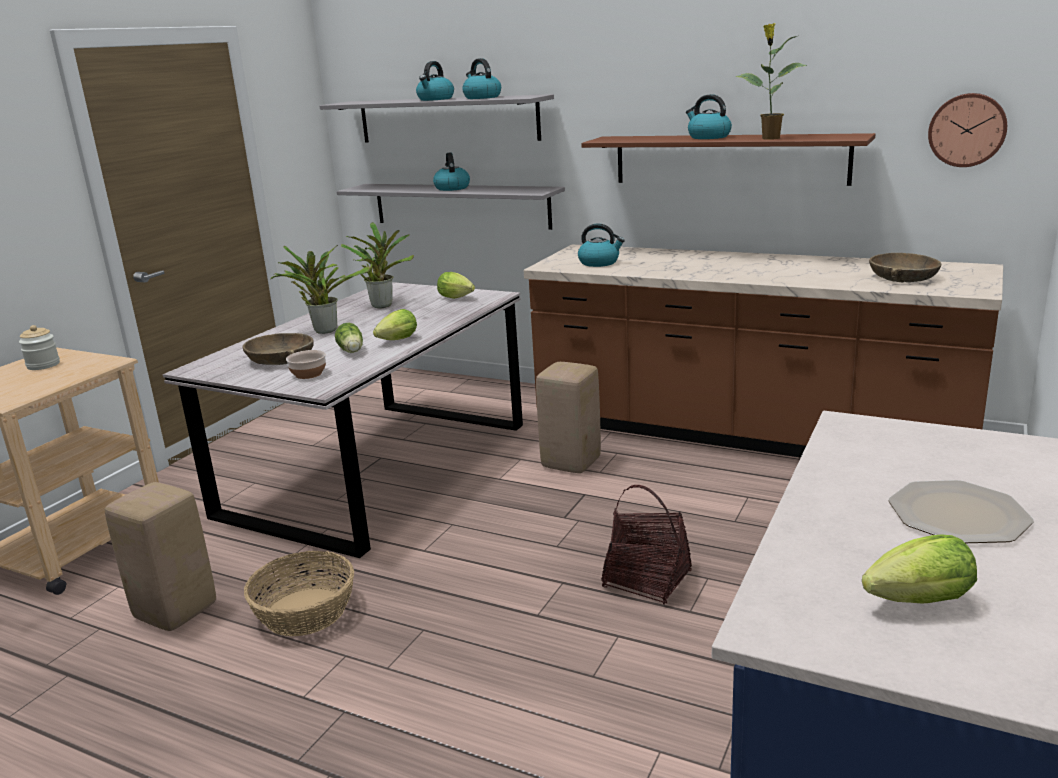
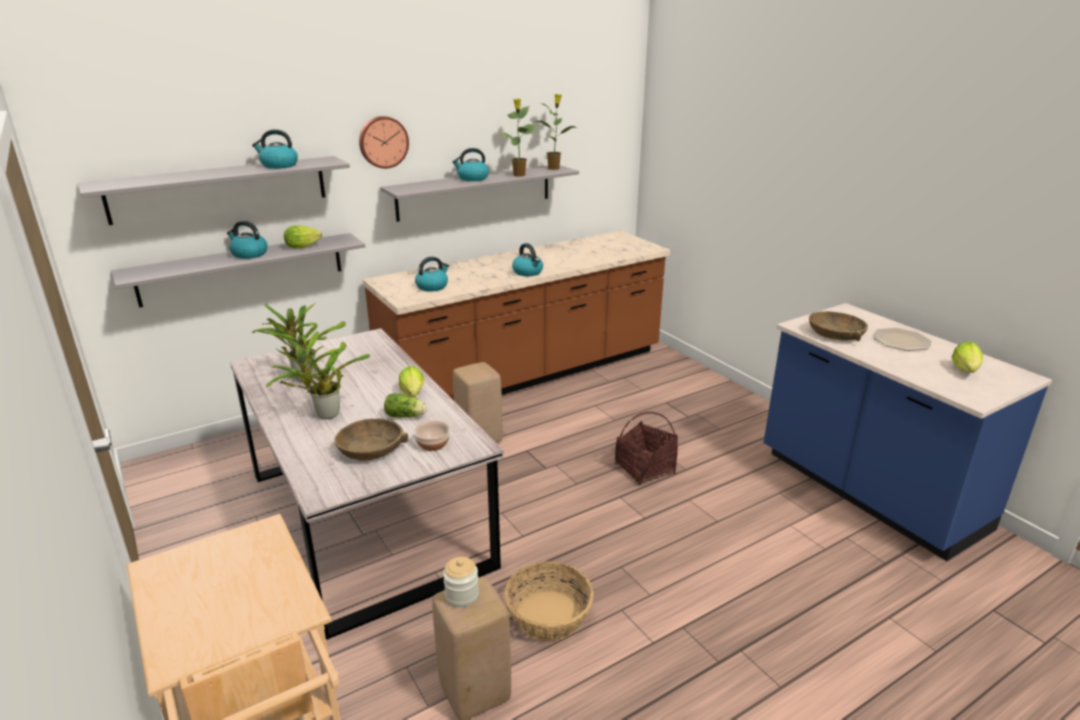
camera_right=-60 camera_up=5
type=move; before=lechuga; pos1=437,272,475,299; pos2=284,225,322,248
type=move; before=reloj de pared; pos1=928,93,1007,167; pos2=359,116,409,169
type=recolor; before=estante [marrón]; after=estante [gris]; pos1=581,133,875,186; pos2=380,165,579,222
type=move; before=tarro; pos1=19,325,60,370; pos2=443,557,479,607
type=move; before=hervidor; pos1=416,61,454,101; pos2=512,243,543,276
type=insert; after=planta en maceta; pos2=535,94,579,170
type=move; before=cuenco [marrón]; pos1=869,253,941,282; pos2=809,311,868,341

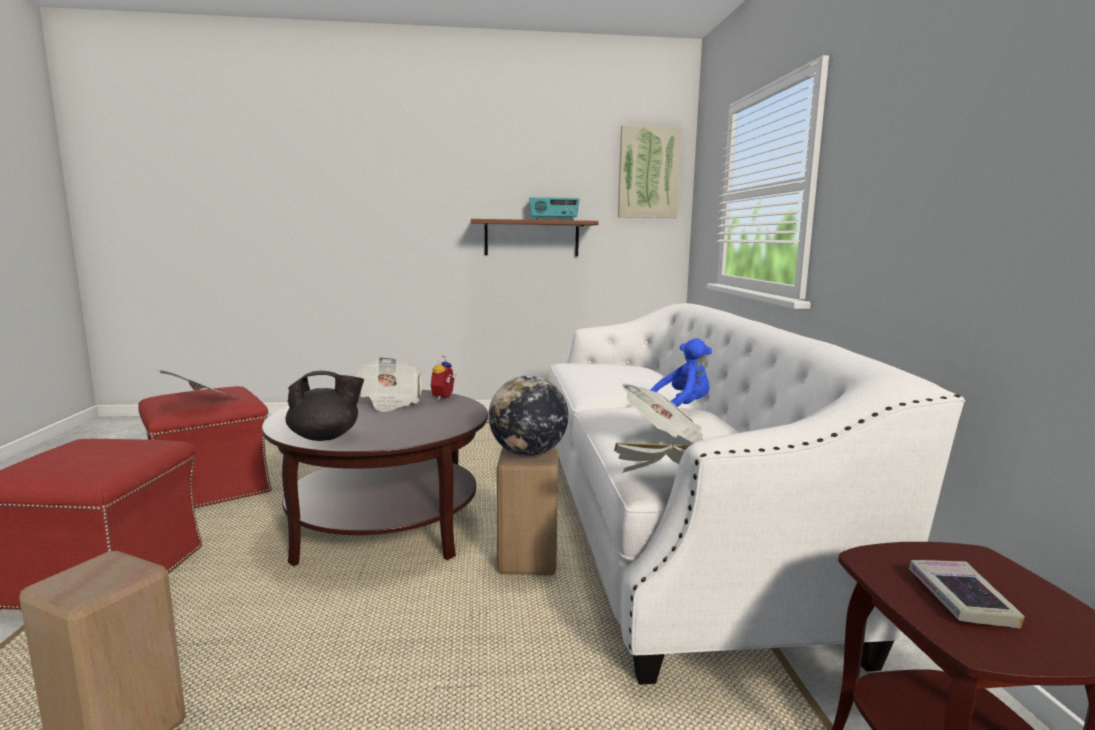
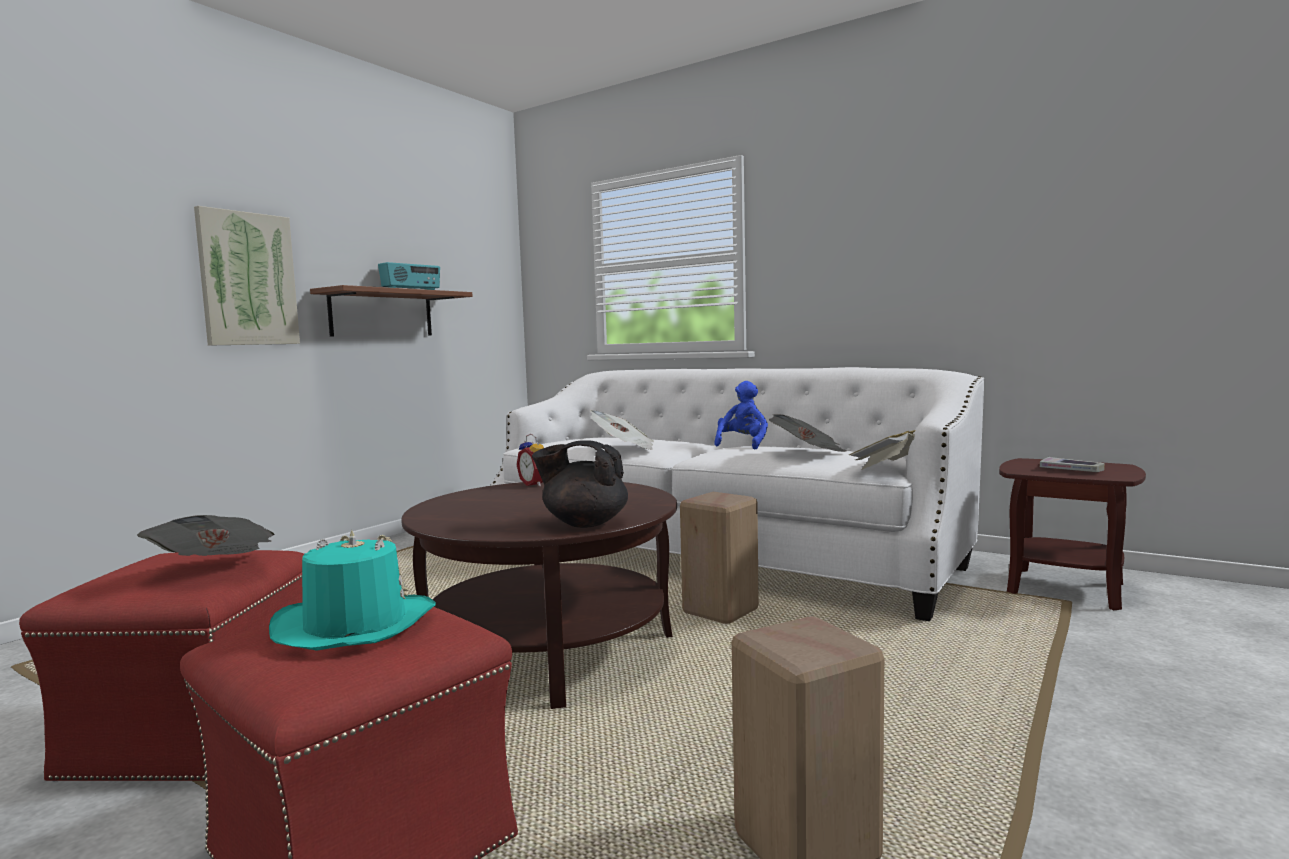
camera_right=-50 camera_up=-5
type=move; before=cuadro; pos1=618,125,682,218; pos2=194,206,300,346
type=insert; after=sombrero [turquesa]; pos2=269,530,436,651
type=rotate; before=tetera [negro]; pos1=286,371,364,441; pos2=532,440,628,528; turn=-105
type=move; before=periódico; pos1=356,356,422,412; pos2=590,410,654,450
type=delete; before=globo terráqueo; pos1=489,376,568,456

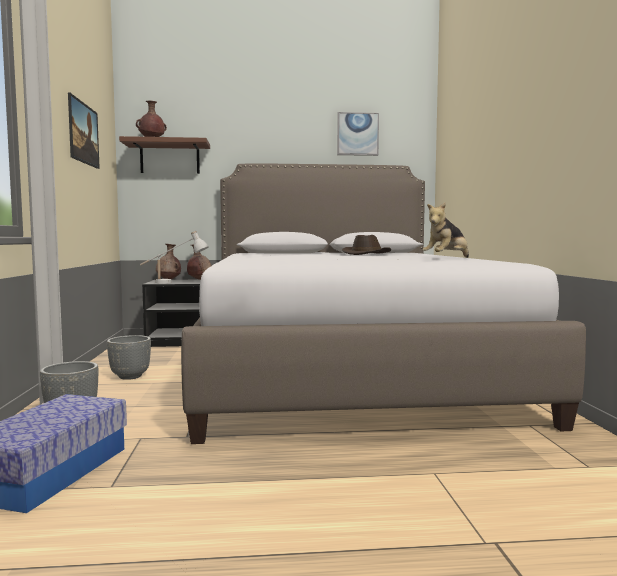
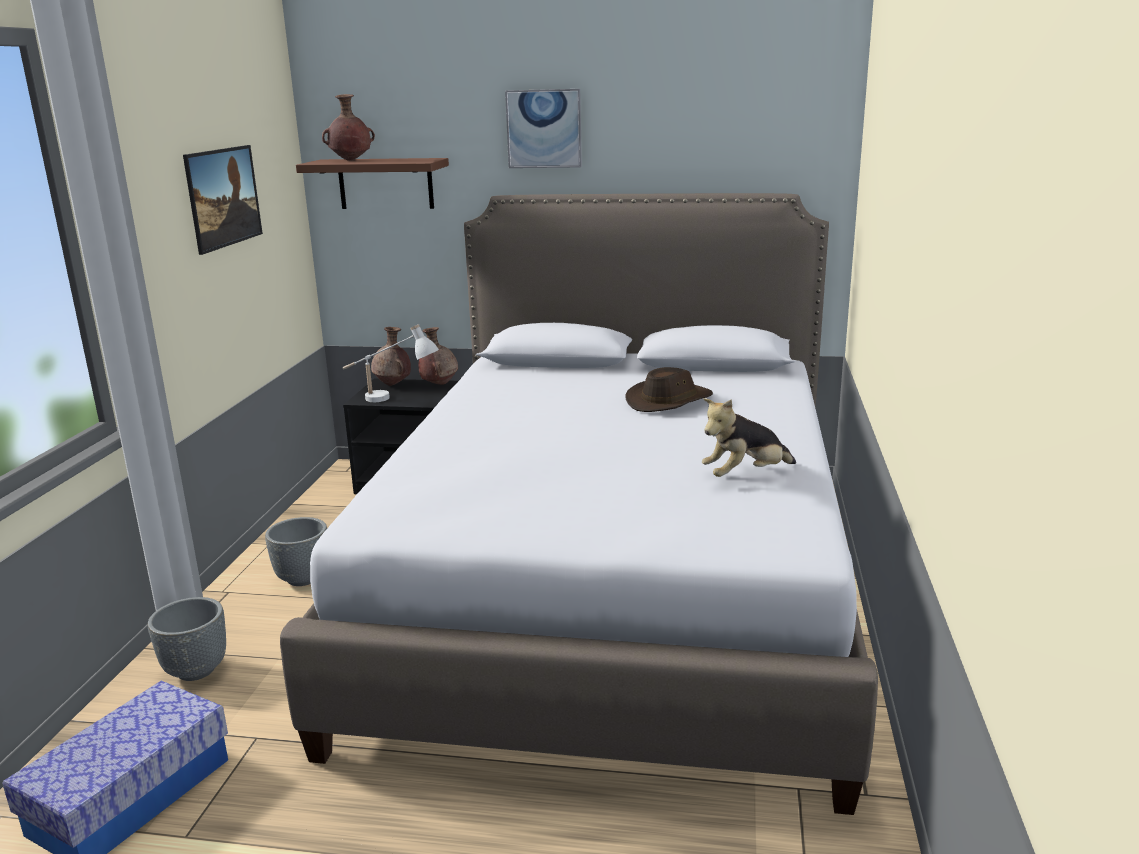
camera_right=15 camera_up=15
type=move; before=cuadro; pos1=337,112,379,156; pos2=505,89,582,168

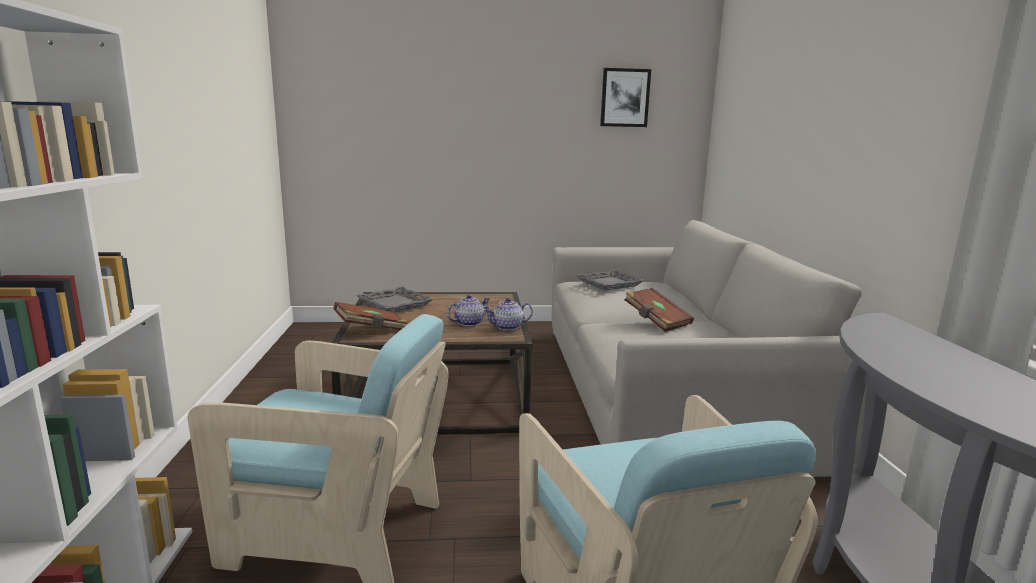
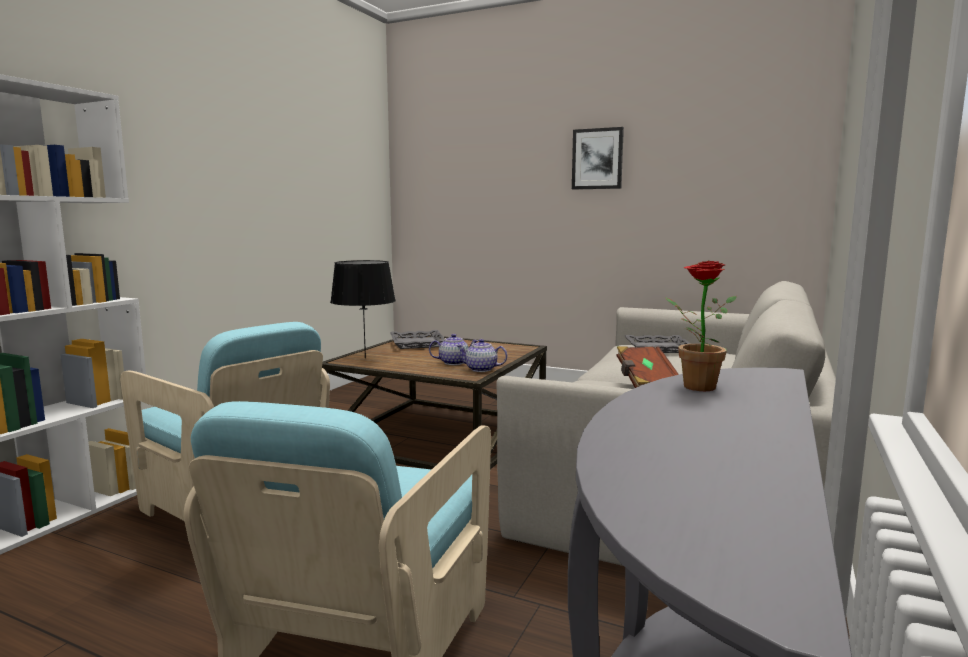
camera_right=30 camera_up=-5
type=replace; before=libro [marrón]; after=lámpara de mesa [negro]; pos1=333,302,408,330; pos2=330,260,396,358
type=move; before=cuadro; pos1=600,68,651,127; pos2=572,127,624,189
type=insert; after=planta en maceta; pos2=666,261,737,391

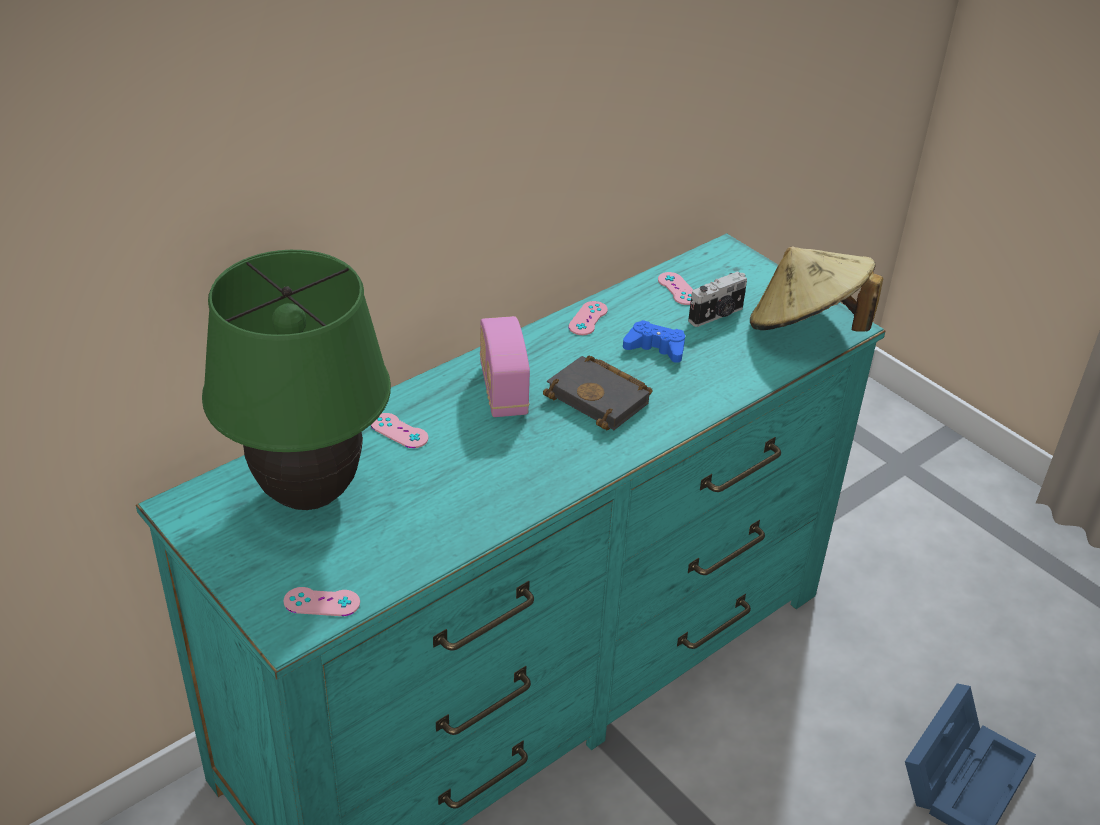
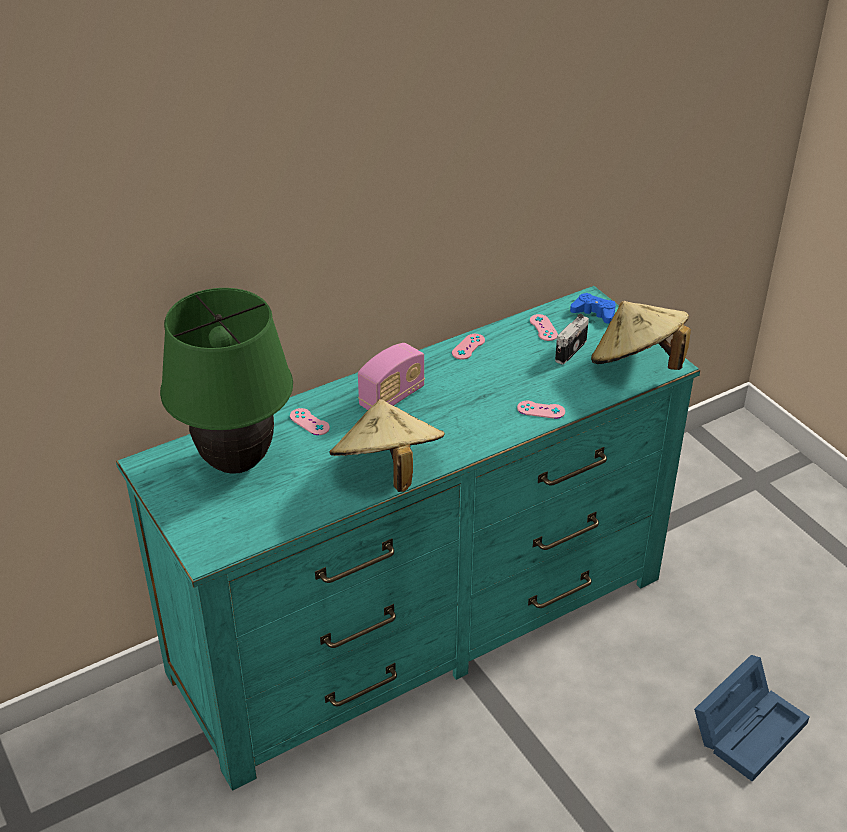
camera_right=10 camera_up=0
type=insert; after=sombrero [beis]; pos2=330,399,445,492
type=rotate; before=radio; pos1=480,316,530,417; pos2=358,343,425,410; turn=-135
type=move; before=mando de consola [rosa]; pos1=283,587,360,616; pos2=517,401,565,419
type=rotate; before=cámara; pos1=688,271,747,327; pos2=555,314,589,365; turn=150
type=move; before=mando de consola [azul]; pos1=623,320,685,363; pos2=570,293,616,324
type=delete; before=libro [negro]; pos1=543,356,652,431

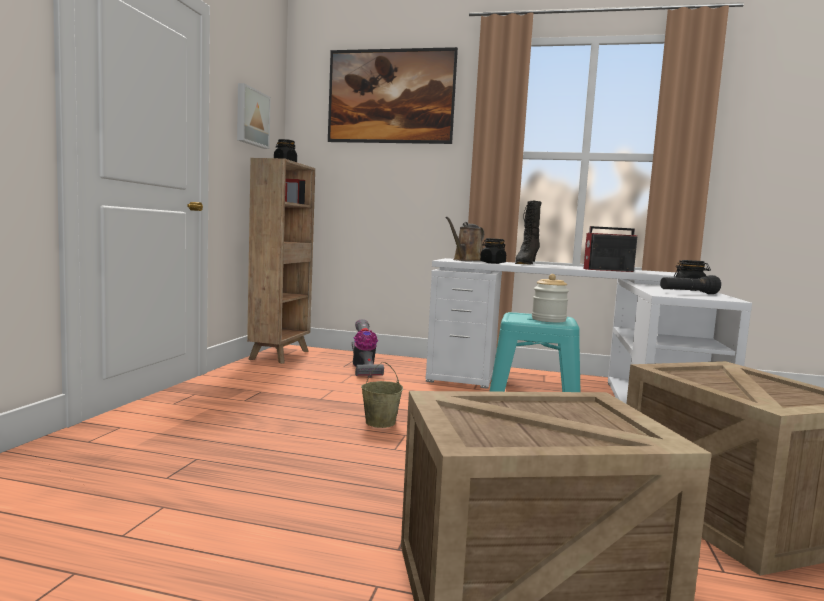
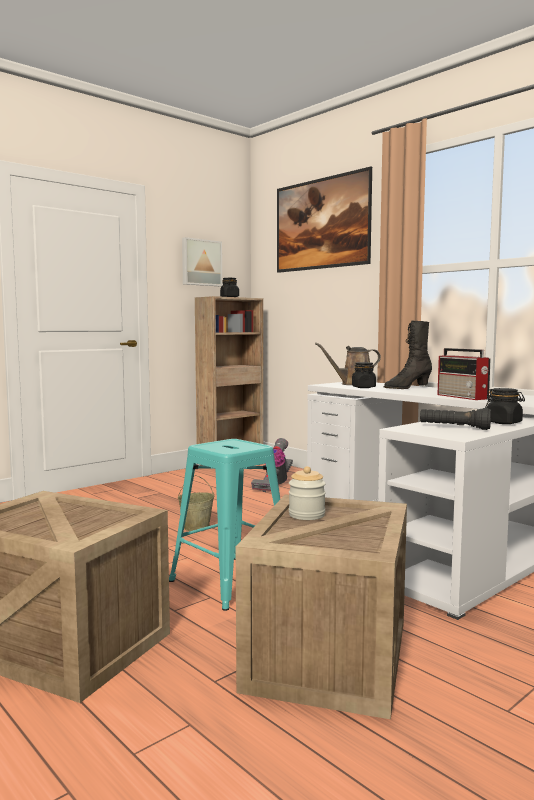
camera_right=35 camera_up=0
type=move; before=tarro; pos1=532,274,569,322; pos2=289,466,326,520
type=rotate; before=radio; pos1=584,226,637,272; pos2=437,348,491,400; turn=-150

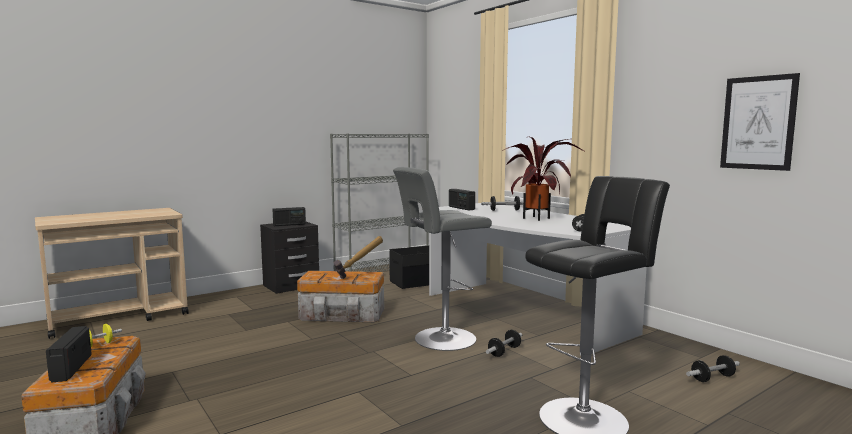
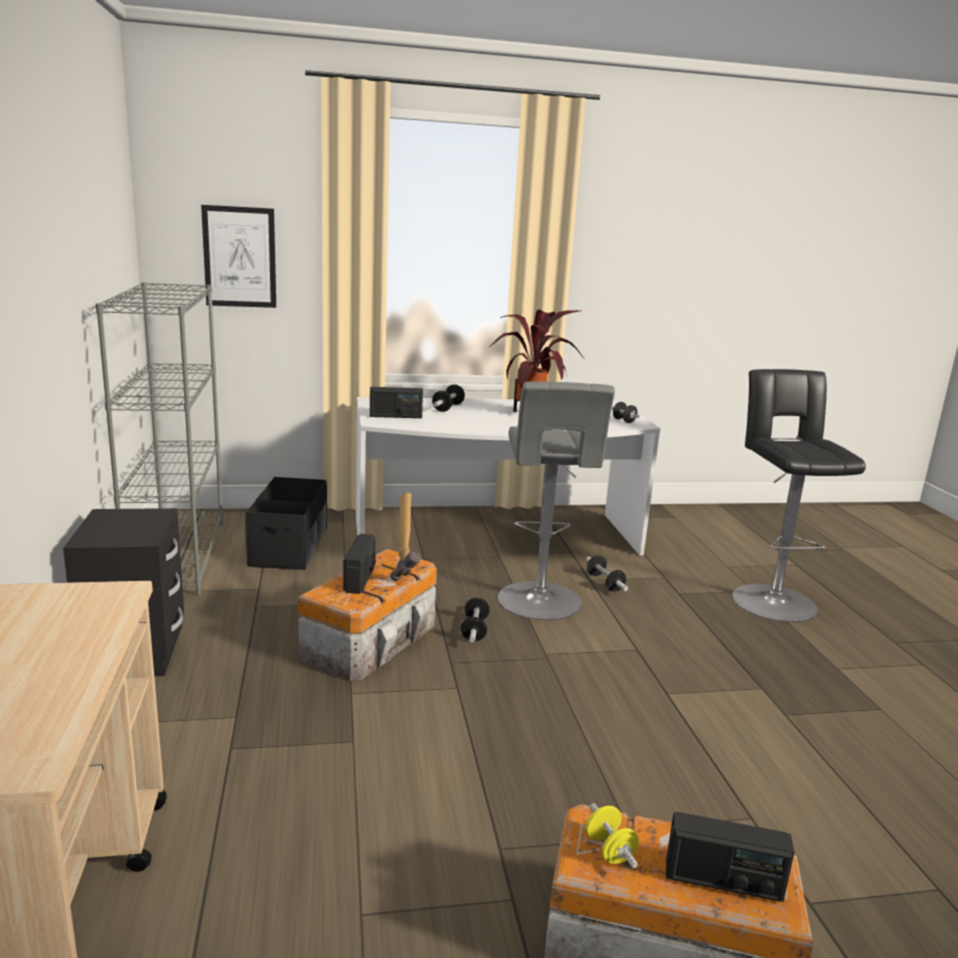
camera_right=-65 camera_up=10
type=move; before=cuadro; pos1=720,73,800,171; pos2=201,205,276,308
type=move; before=radio; pos1=273,207,306,226; pos2=343,534,376,594
type=move; before=mancuerna; pos1=686,355,740,382; pos2=461,597,490,643

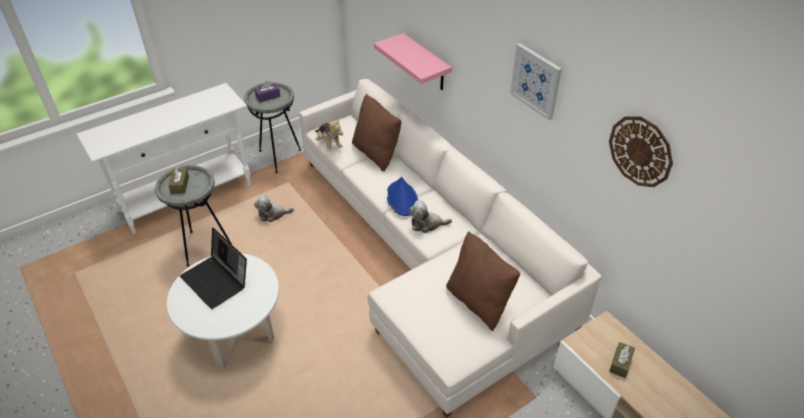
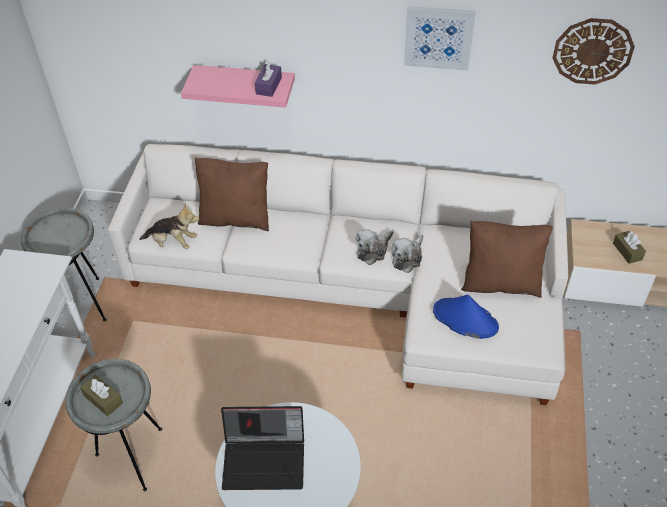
camera_right=-45 camera_up=5
type=move; before=caja de pañuelos [morado]; pos1=254,81,280,102; pos2=255,61,282,97
type=move; before=peluche; pos1=254,195,294,222; pos2=392,235,423,273
type=move; before=sombrero [azul]; pos1=387,177,418,216; pos2=433,295,499,339

